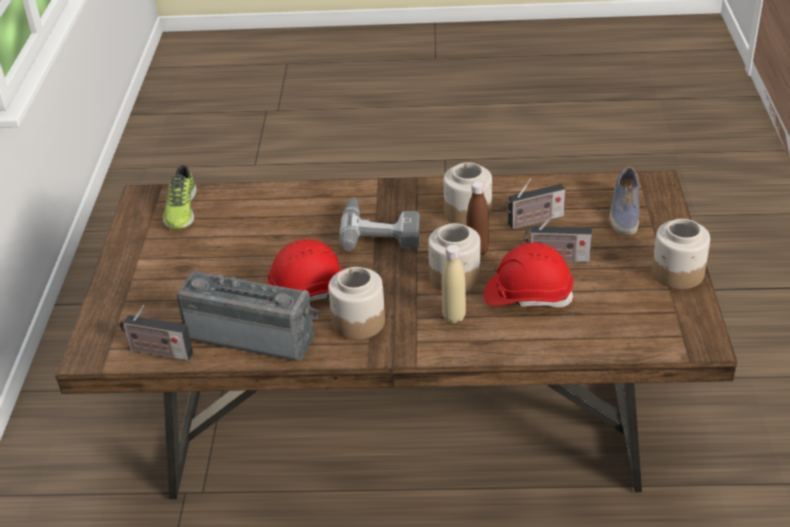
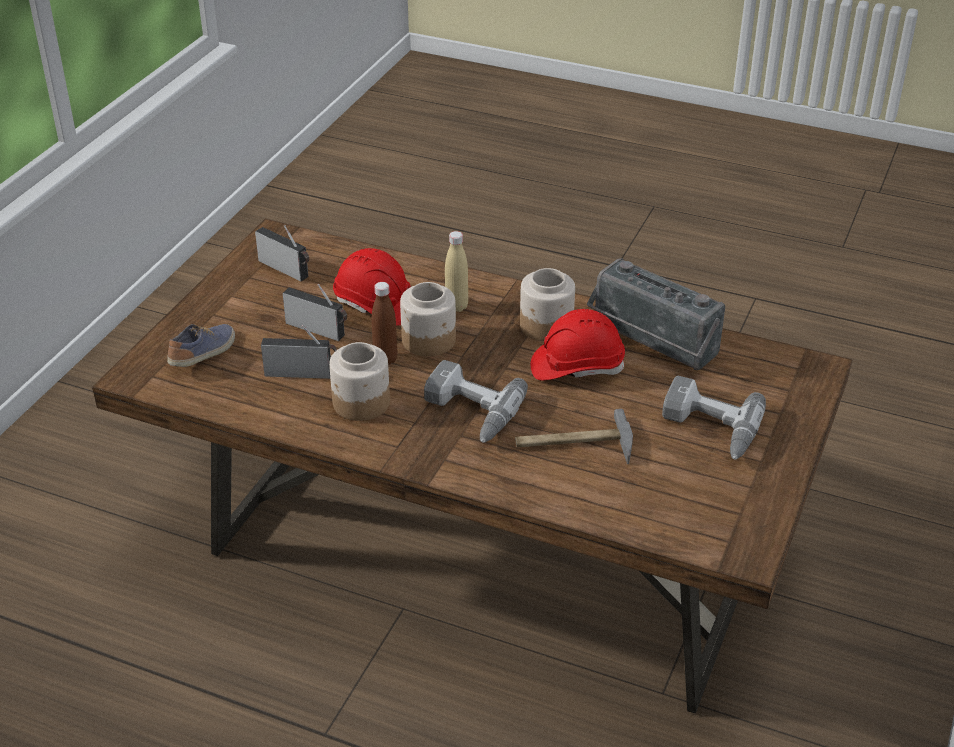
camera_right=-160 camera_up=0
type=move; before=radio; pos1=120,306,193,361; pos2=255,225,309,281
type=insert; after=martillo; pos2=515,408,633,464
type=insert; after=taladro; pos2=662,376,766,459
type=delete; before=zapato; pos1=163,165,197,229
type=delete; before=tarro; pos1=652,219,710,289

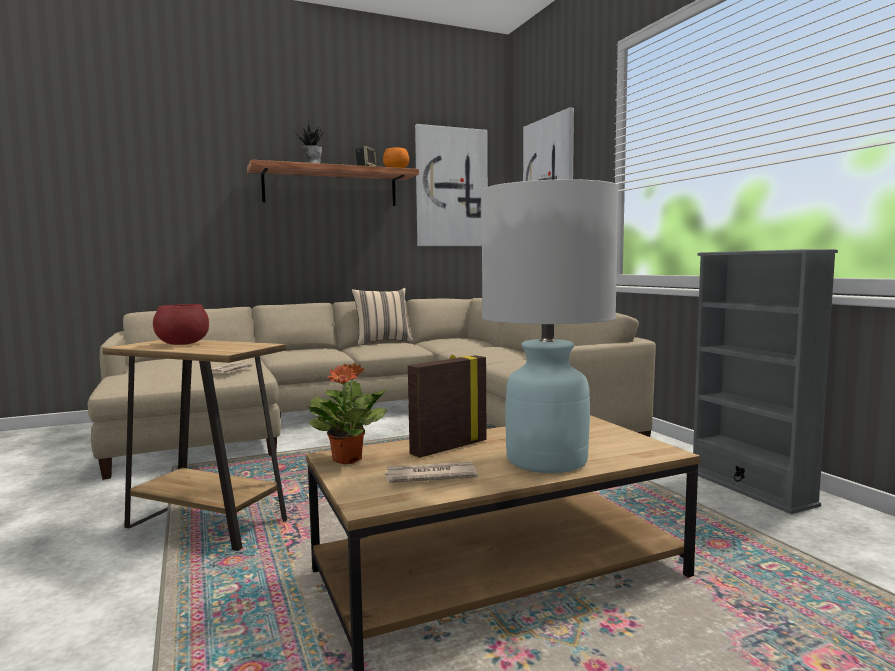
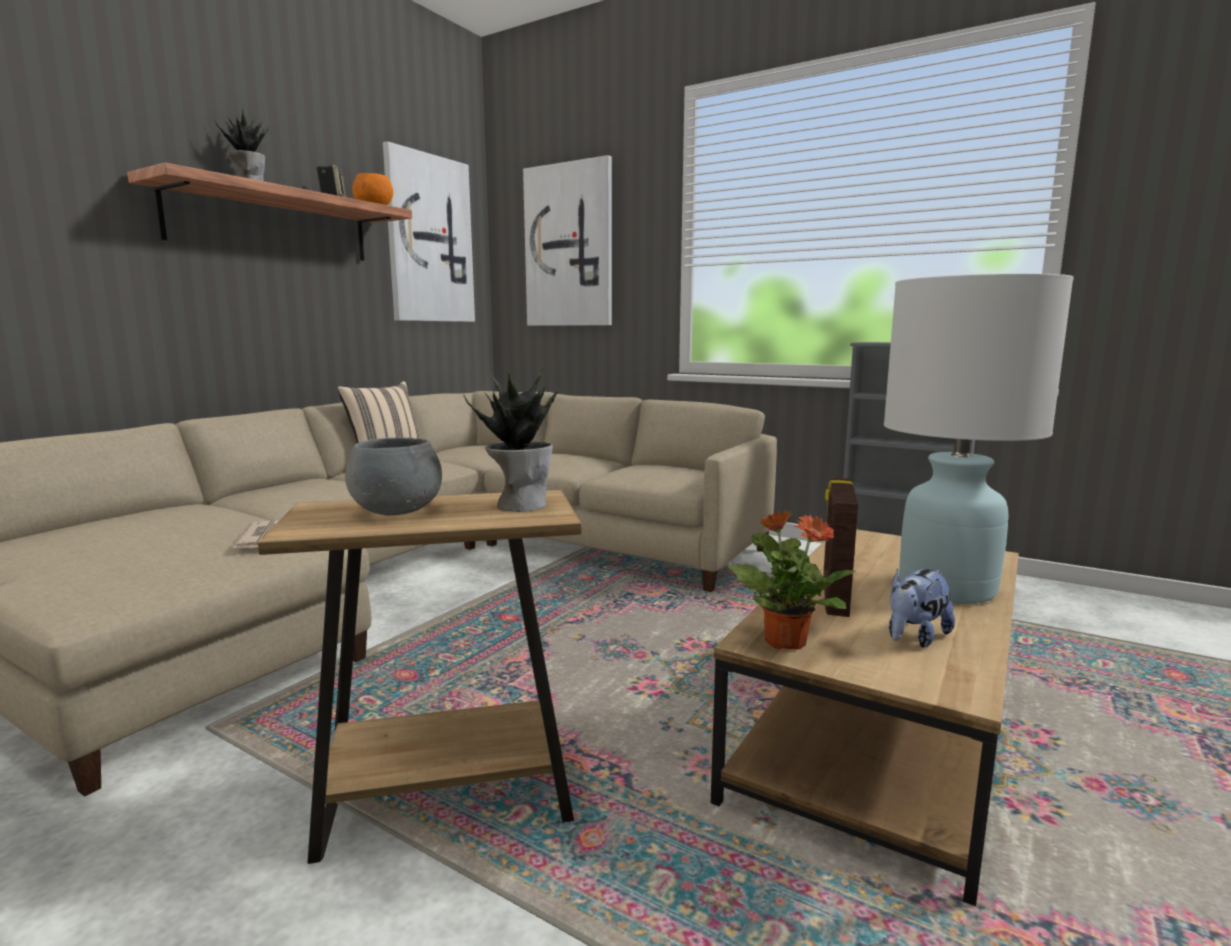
camera_right=-35 camera_up=5
type=recolor; before=cuenco [rojo]; after=cuenco [gris]; pos1=153,304,209,345; pos2=345,438,442,516
type=insert; after=planta en maceta; pos2=463,367,558,512
type=replace; before=periódico; after=peluche; pos1=385,462,478,483; pos2=889,568,955,648

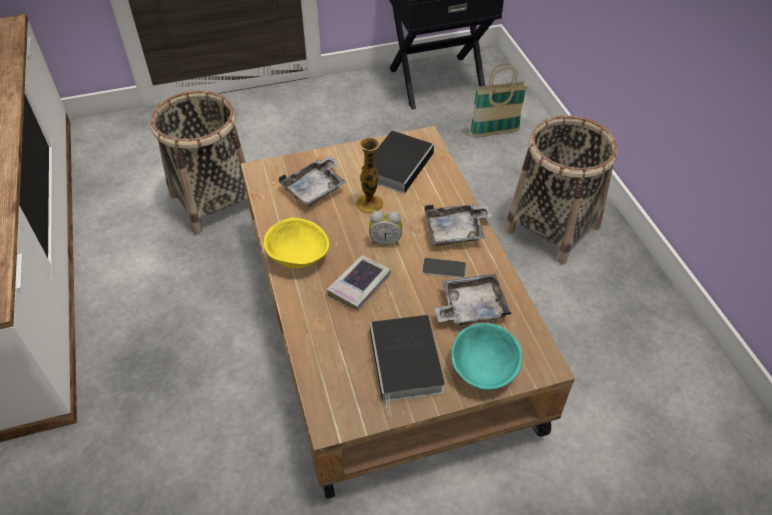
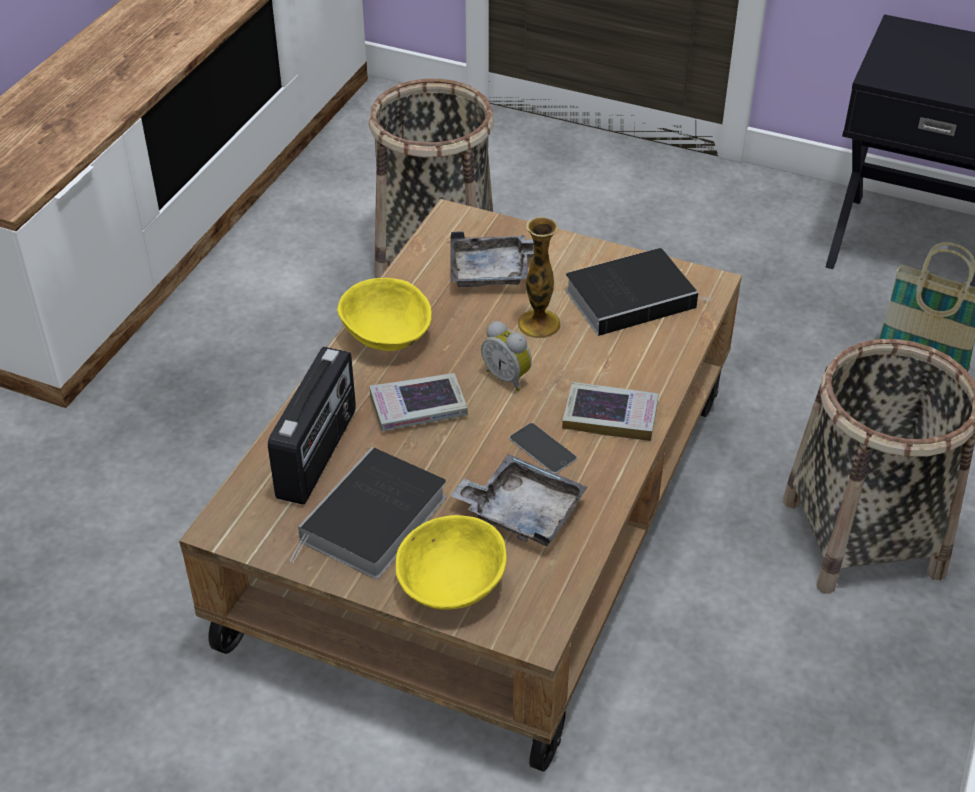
camera_right=40 camera_up=-5
type=insert; after=radio; pos2=268,347,356,504
type=recolor; before=cuenco [turquesa]; after=cuenco [amarillo]; pos1=452,323,523,390; pos2=396,515,507,610
type=replace; before=bandeja [gris]; after=libro; pos1=424,204,492,246; pos2=562,382,659,441

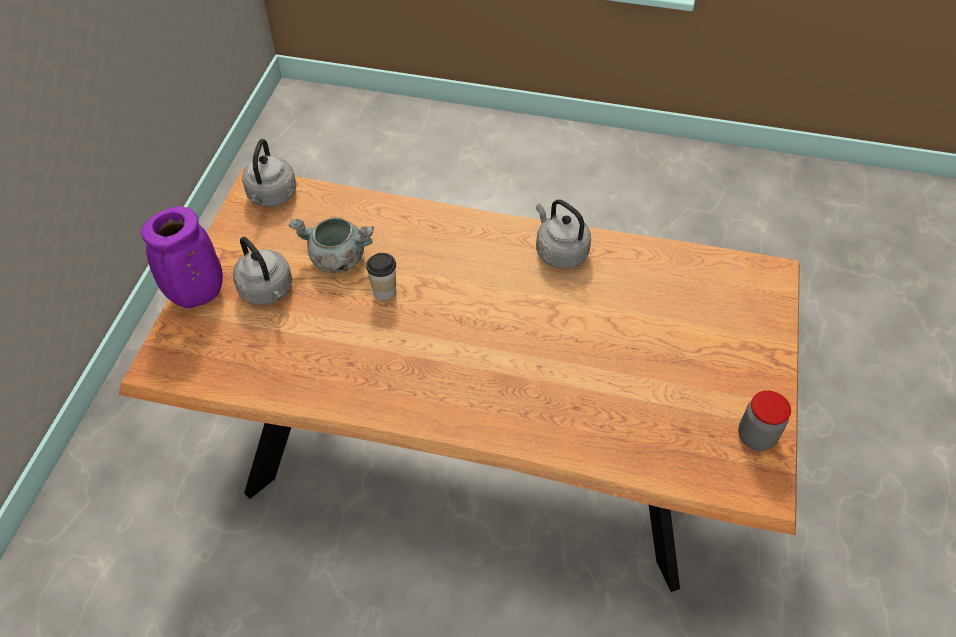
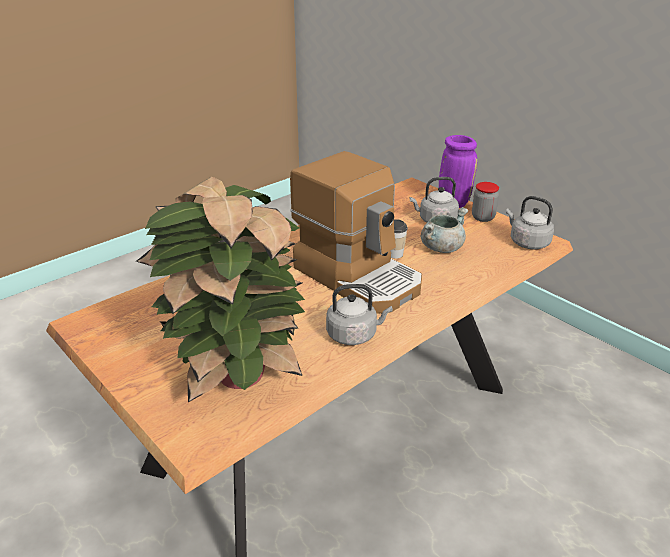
camera_right=125 camera_up=-20
type=insert; after=planta en maceta; pos2=136,177,305,402
type=insert; after=cafetera; pos2=290,151,422,314
type=move; before=tarro; pos1=738,391,791,451; pos2=472,182,499,222

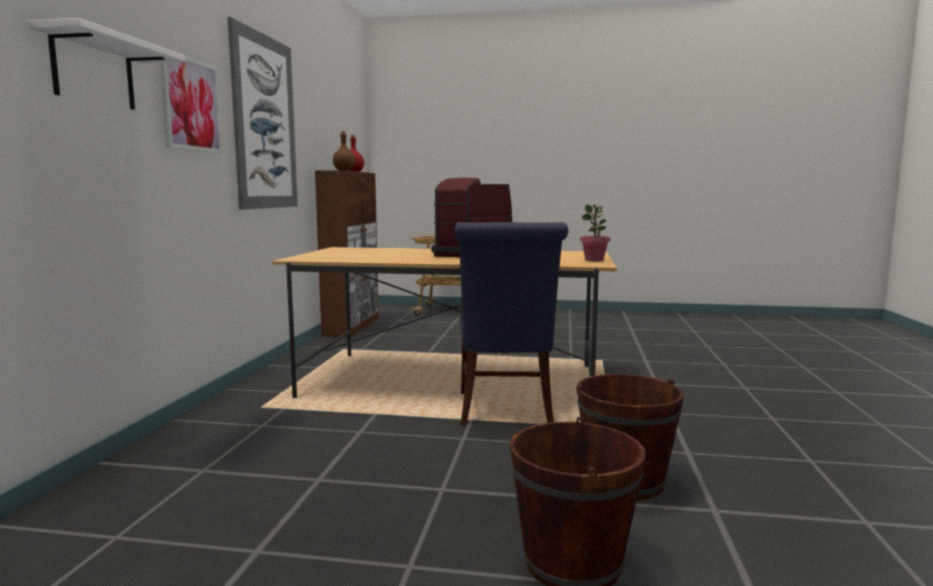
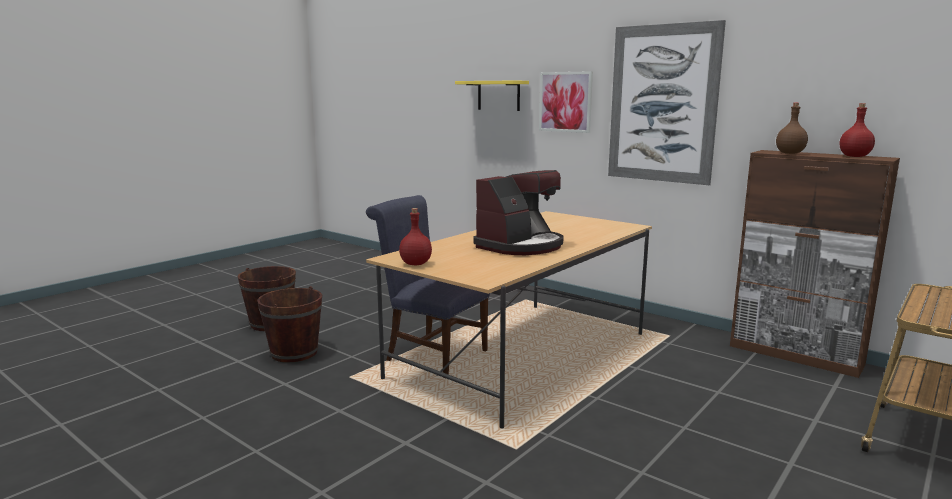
camera_right=120 camera_up=5
type=replace; before=planta en maceta; after=botella [rojo]; pos1=580,204,610,262; pos2=399,208,432,265
type=recolor; before=estante [blanco]; after=estante [amarillo]; pos1=27,18,185,110; pos2=455,81,529,111

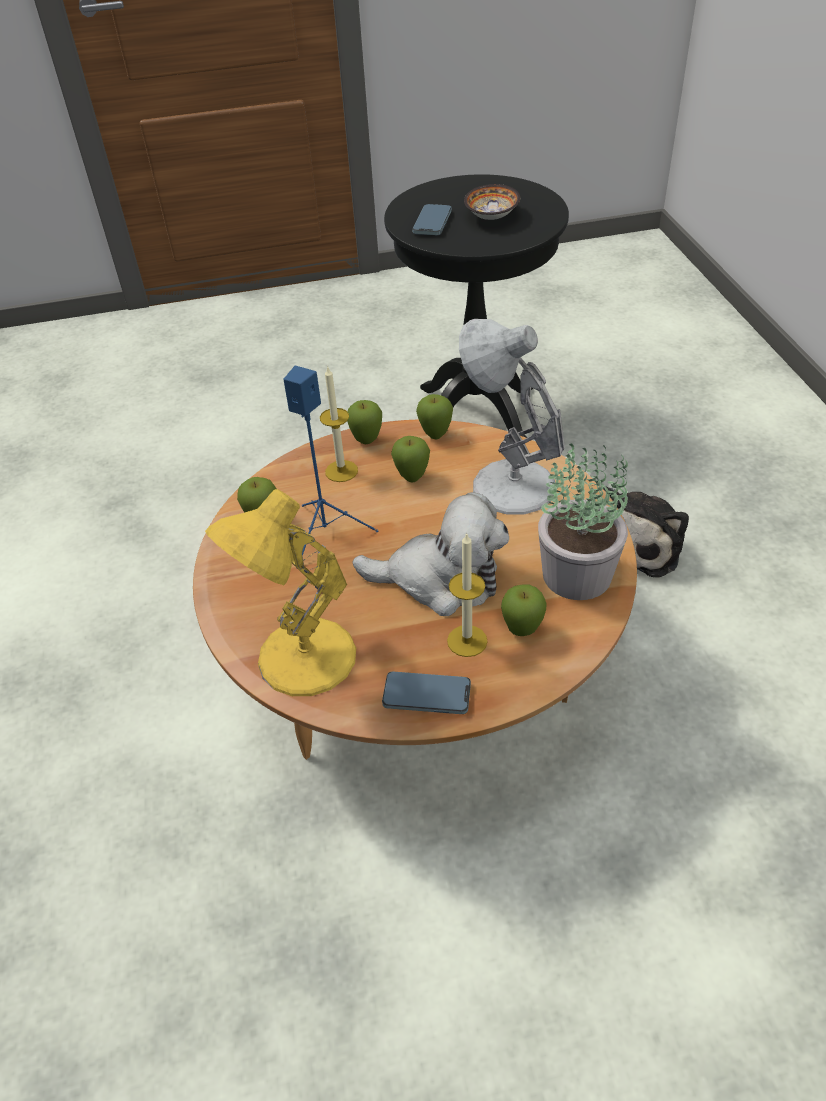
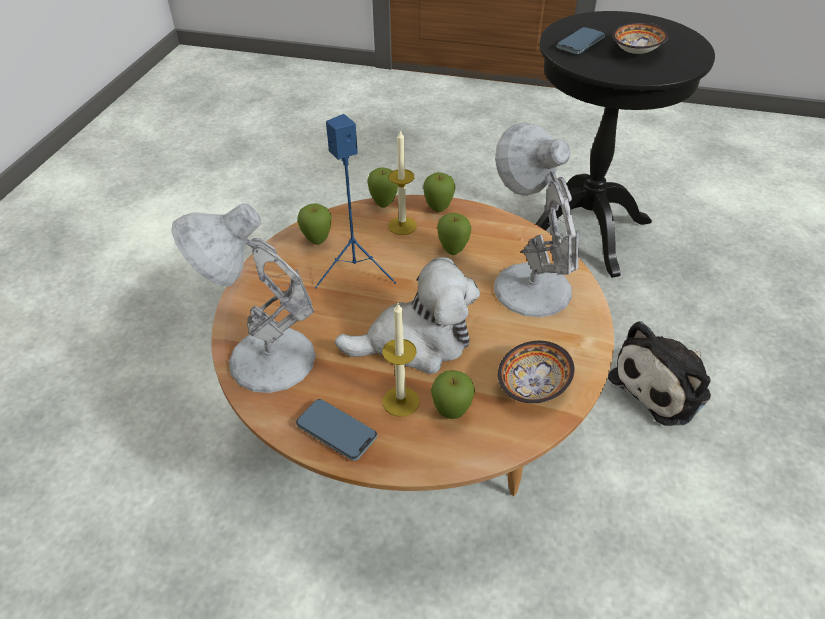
camera_right=25 camera_up=0
type=recolor; before=lámpara de mesa [amarillo]; after=lámpara de mesa [blanco]; pos1=205,489,356,696; pos2=171,203,316,393
type=rotate; before=peluche; pos1=353,492,509,616; pos2=335,257,480,374; turn=-45
type=move; before=manzana; pos1=416,394,453,439; pos2=367,167,398,208
type=replace; before=planta en maceta; after=cuenco; pos1=538,443,628,600; pos2=498,341,575,403

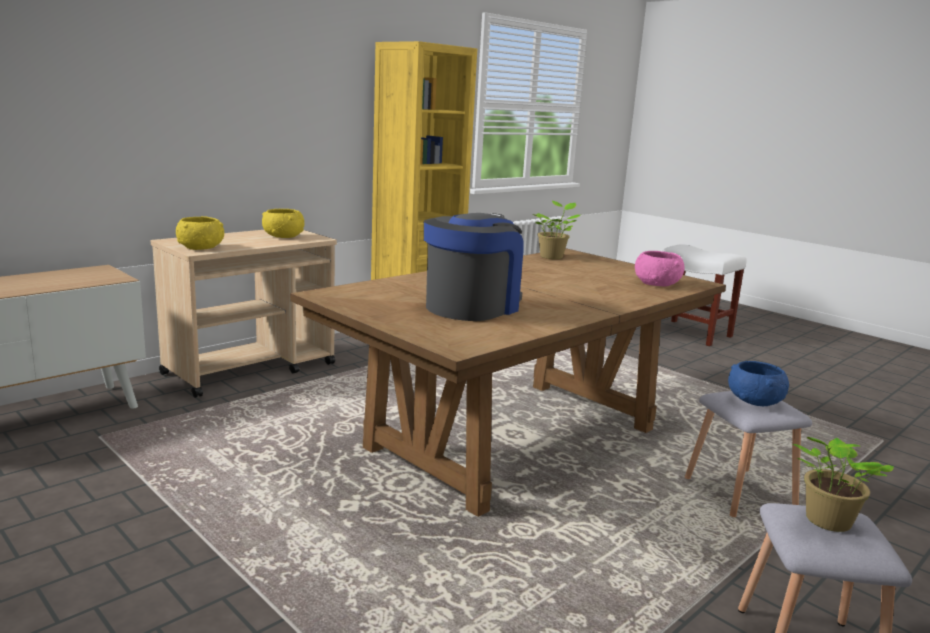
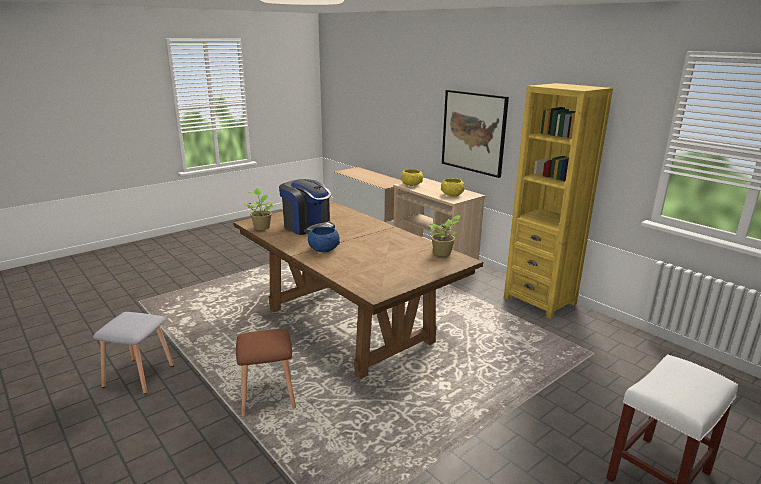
camera_right=95 camera_up=5
type=recolor; before=taburete [gris]; after=taburete [marrón]; pos1=685,391,812,517; pos2=236,329,296,416
type=move; before=planta en maceta; pos1=793,437,894,532; pos2=244,188,274,230
type=move; before=cuenco [azul]; pos1=728,361,789,406; pos2=308,227,340,252
type=insert; after=cuadro; pos2=442,90,509,178
type=delete; before=cuenco [rosa]; pos1=635,251,685,286

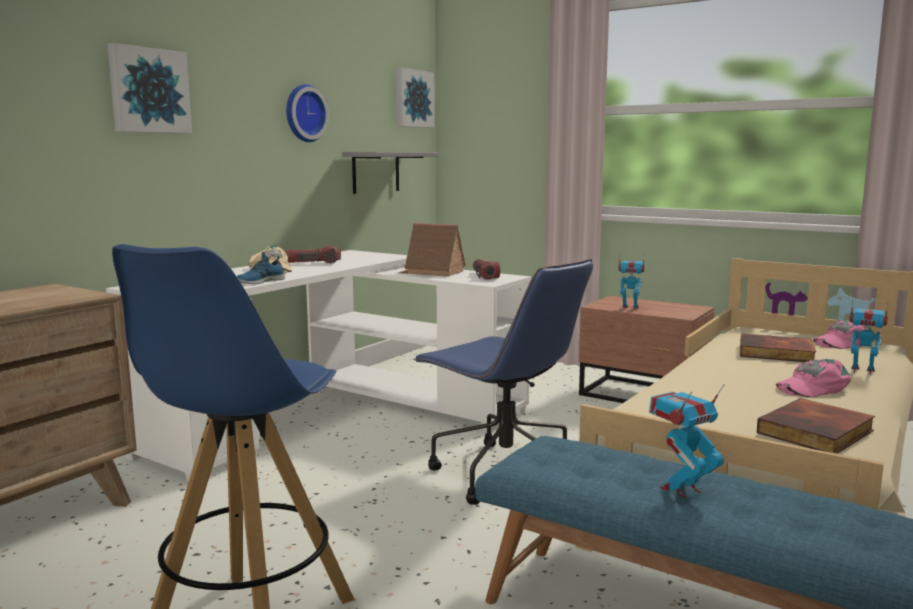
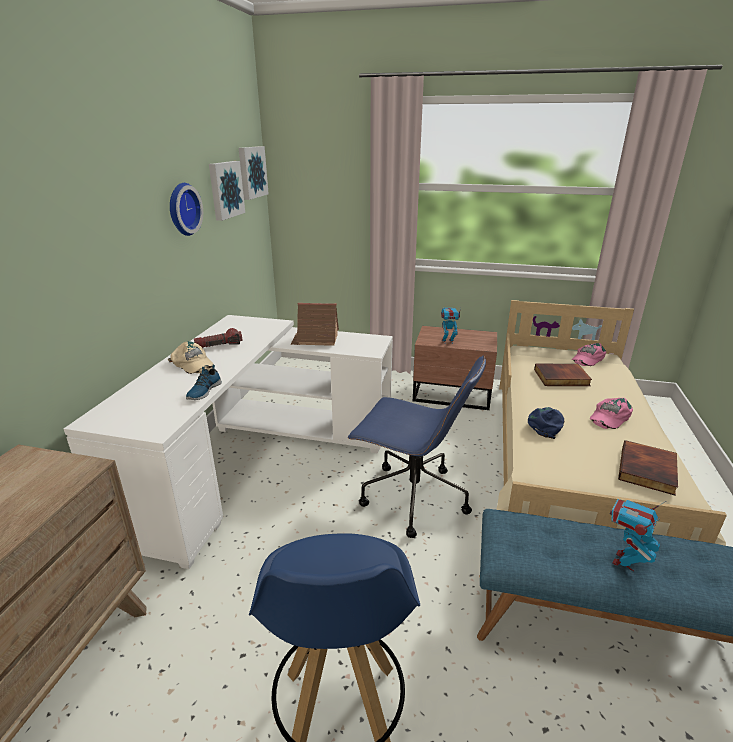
camera_right=-20 camera_up=15
type=move; before=cuadro; pos1=107,43,192,133; pos2=209,161,245,221
type=insert; after=gorra [azul]; pos2=528,407,564,439
type=delete; before=estante [gris]; pos1=342,152,438,194
type=delete; before=linterna; pos1=473,259,500,279
type=delete; before=robot de juguete; pos1=849,300,888,375

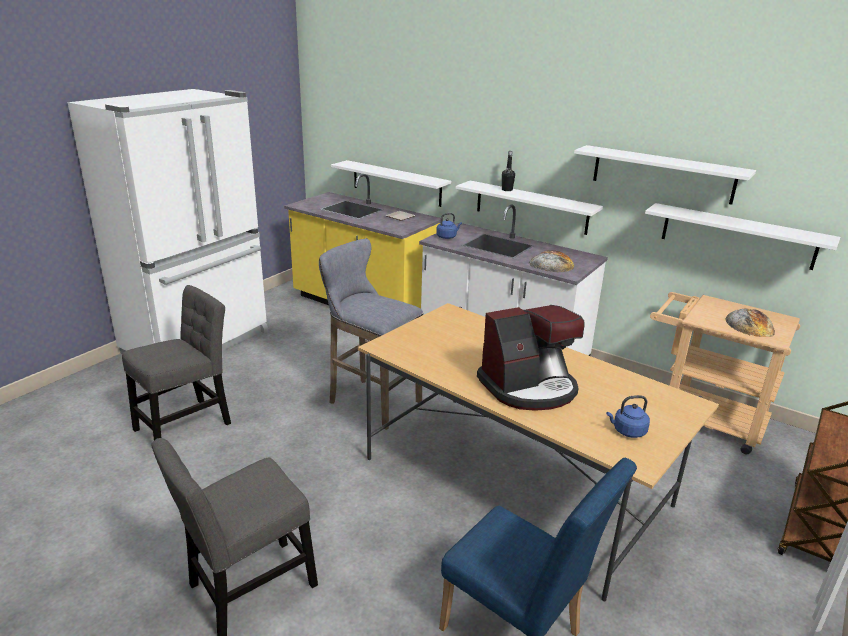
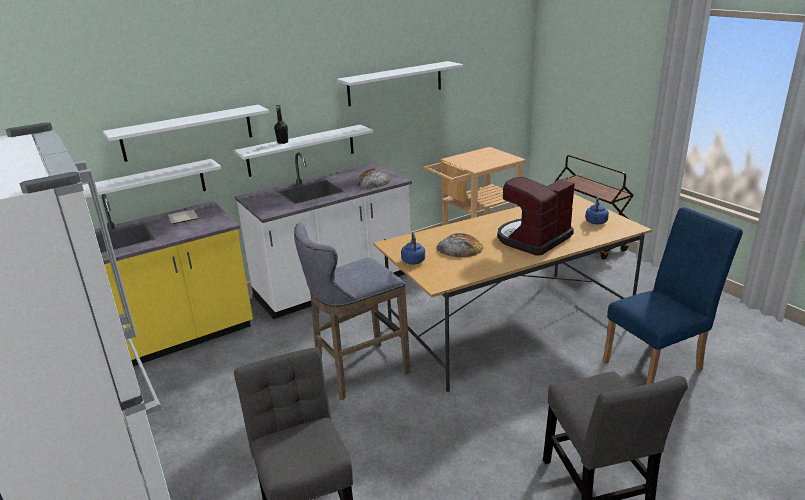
camera_right=-65 camera_up=0
type=move; before=estante [blanco]; pos1=645,203,840,270; pos2=103,105,270,162
type=move; before=hervidor [azul]; pos1=436,213,462,239; pos2=401,233,425,264
type=move; before=pan; pos1=726,308,775,337; pos2=436,233,483,257
type=rotate; before=cafetera; pos1=477,305,585,411; pos2=497,177,575,255; turn=-135

